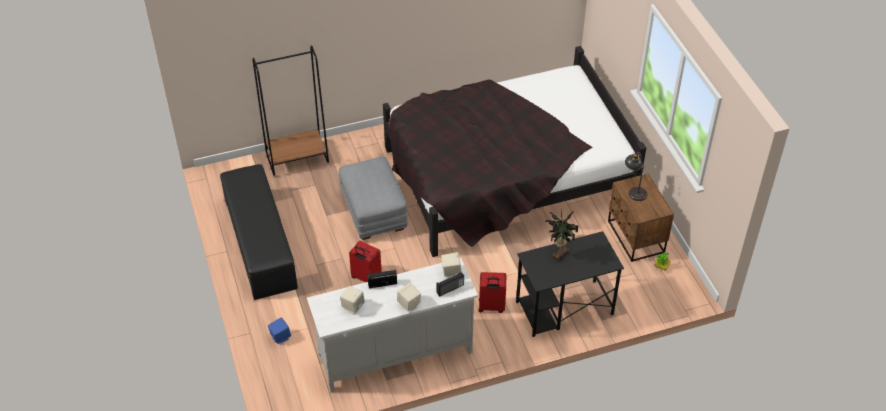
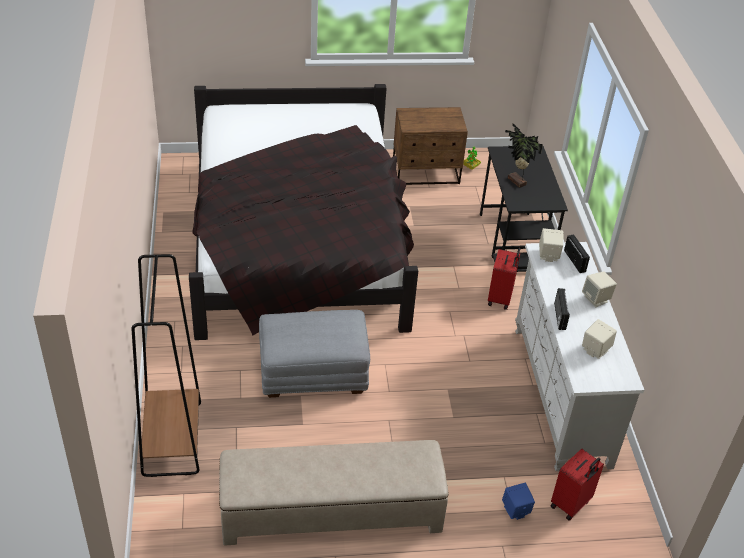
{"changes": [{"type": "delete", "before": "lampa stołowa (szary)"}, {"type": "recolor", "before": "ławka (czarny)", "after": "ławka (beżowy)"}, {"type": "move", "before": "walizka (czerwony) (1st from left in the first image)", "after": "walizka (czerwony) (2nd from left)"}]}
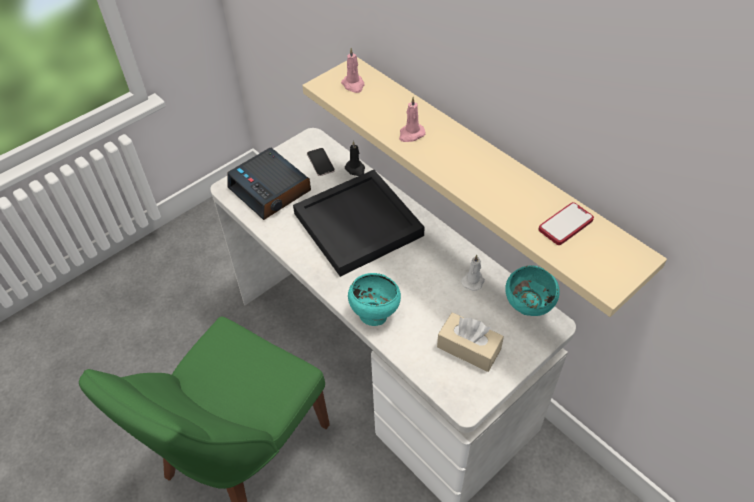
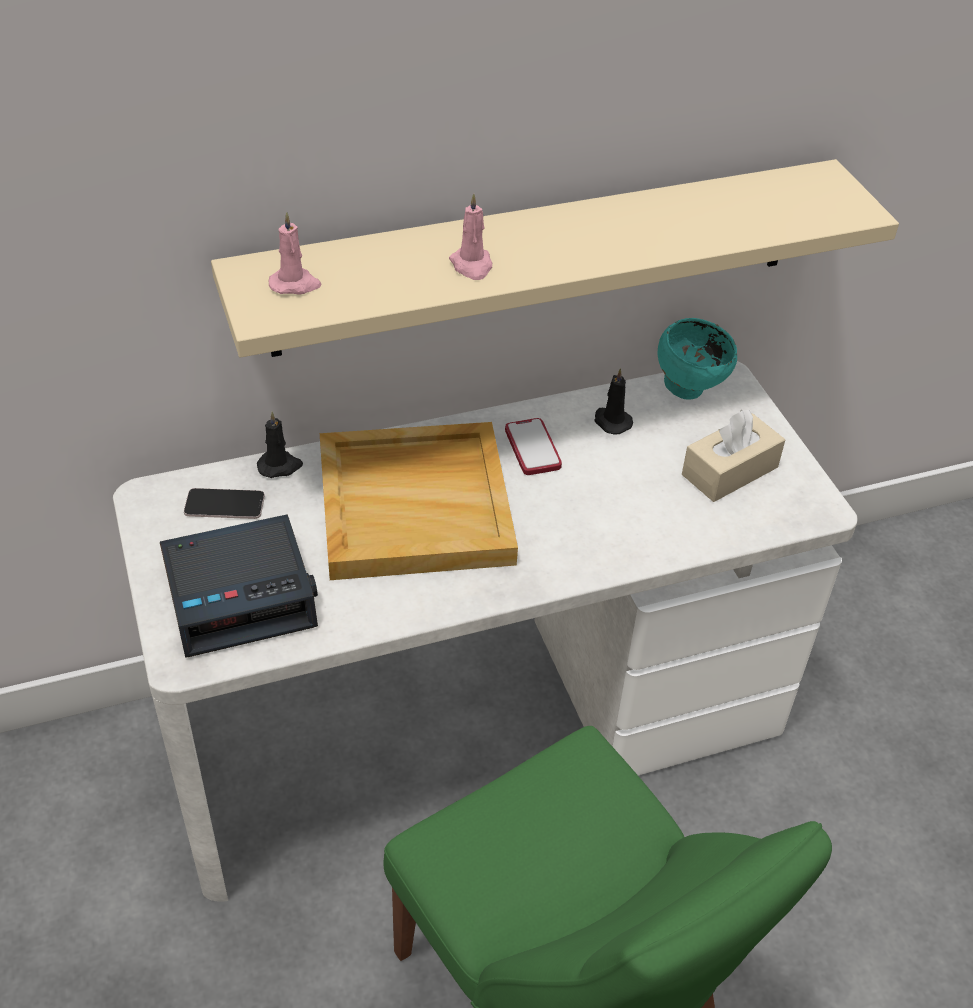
{"changes": [{"type": "recolor", "before": "taca (czarny)", "after": "taca (beżowy)"}, {"type": "move", "before": "telefon (2nd from left)"}, {"type": "recolor", "before": "świeca (biały)", "after": "świeca (czarny) (2nd from left)"}, {"type": "delete", "before": "miska (turkusowy) (1st from left)"}]}
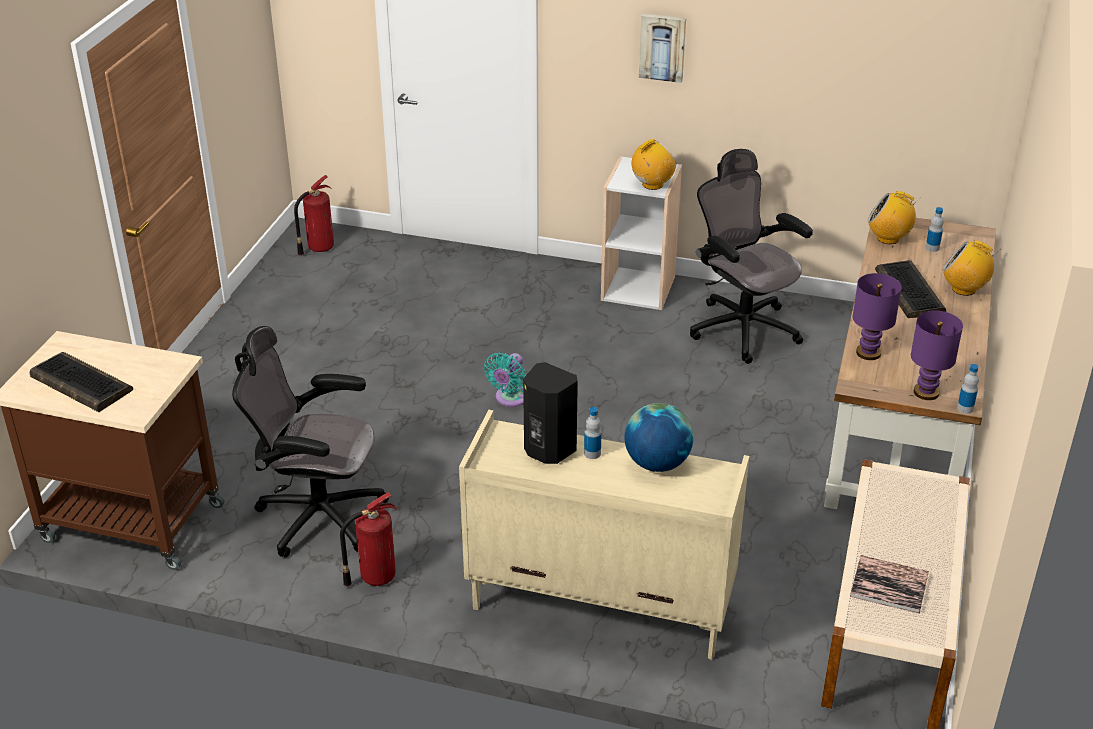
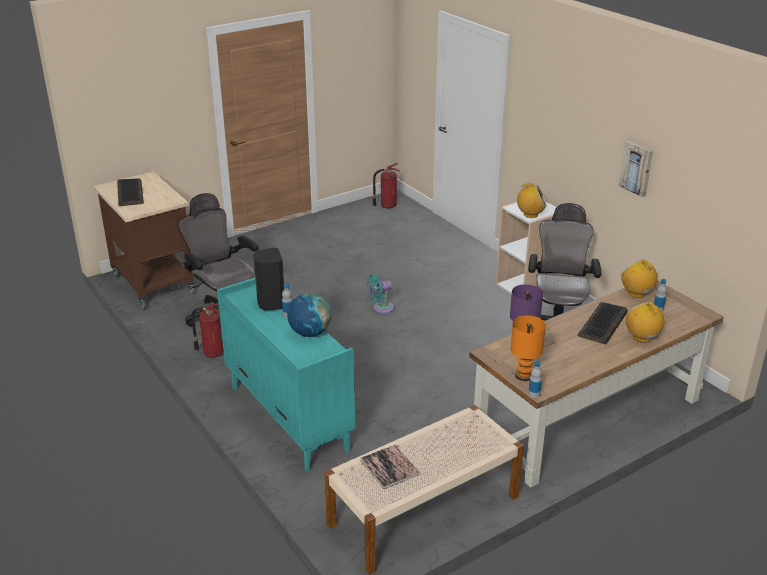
{"changes": [{"type": "move", "before": "obraz"}, {"type": "recolor", "before": "lampa stołowa (fioletowy) (2nd from left)", "after": "lampa stołowa (pomarańczowy)"}, {"type": "recolor", "before": "szafka (beżowy)", "after": "szafka (turkusowy)"}]}
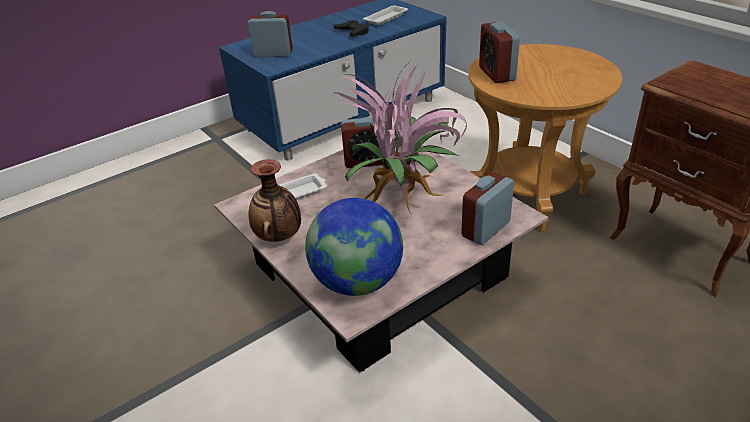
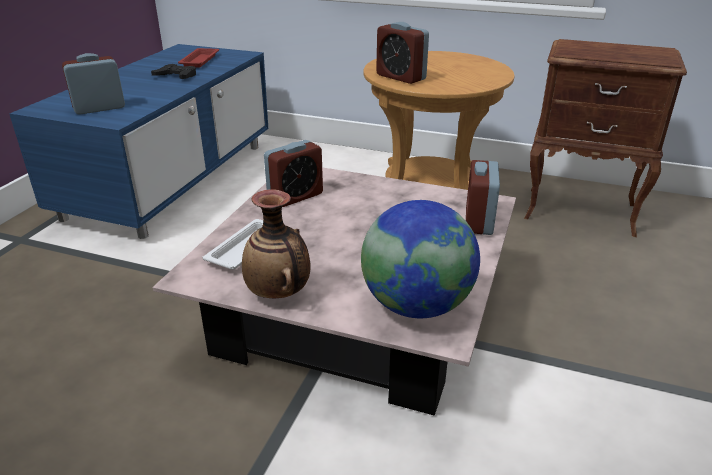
{"changes": [{"type": "recolor", "before": "taca (biały) (2nd from left)", "after": "taca (czerwony)"}, {"type": "delete", "before": "roślina doniczkowa"}]}
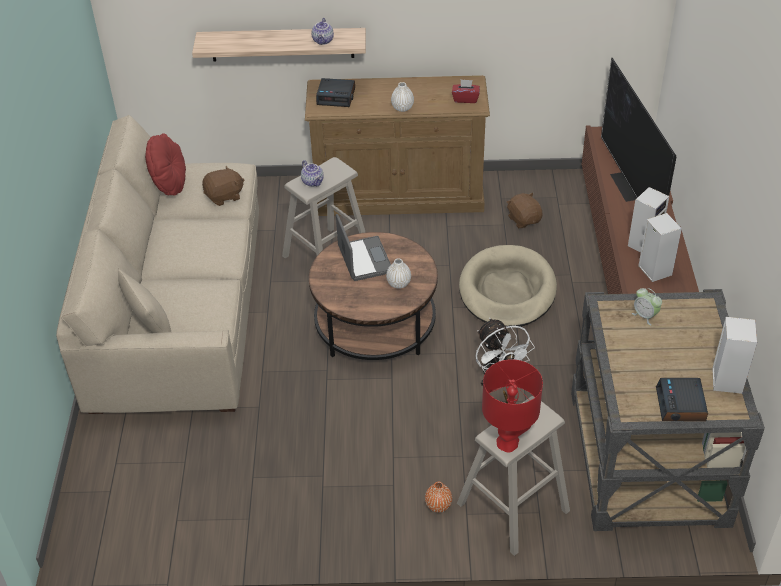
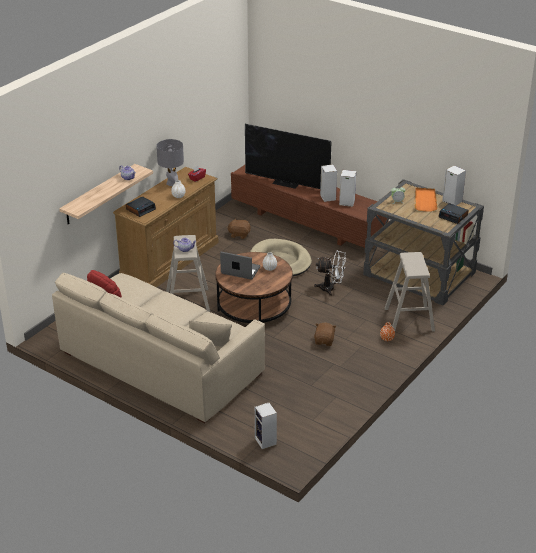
{"changes": [{"type": "move", "before": "pluszak (brązowy) (1st from left in the first image)", "after": "pluszak (brązowy) (2nd from left)"}, {"type": "delete", "before": "lampa stołowa (czerwony)"}, {"type": "insert", "after": "lampa stołowa (szary)"}, {"type": "insert", "after": "taca (pomarańczowy)"}, {"type": "insert", "after": "głośnik (1st from left)"}]}
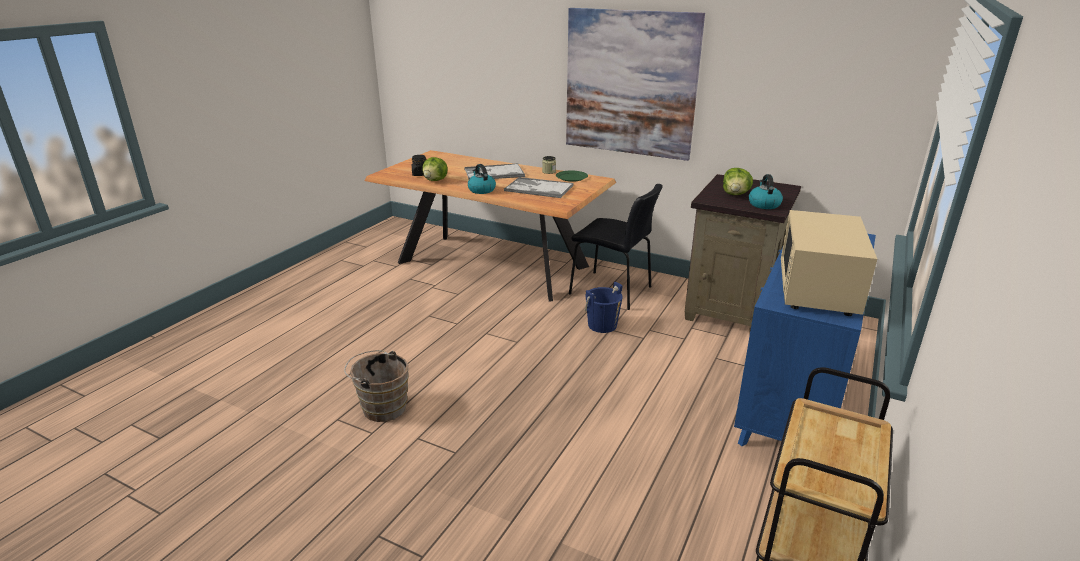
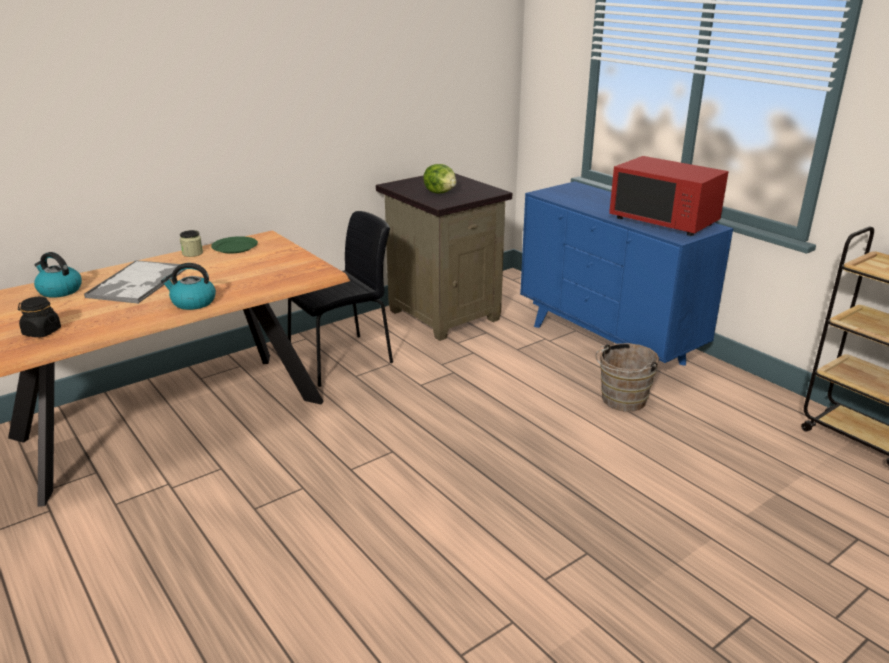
{"changes": [{"type": "delete", "before": "obraz"}, {"type": "delete", "before": "sałata (1st from left)"}, {"type": "move", "before": "czajnik (2nd from left in the first image)", "after": "czajnik (1st from left)"}, {"type": "delete", "before": "taca (2nd from left)"}, {"type": "recolor", "before": "mikrofalówka (beżowy)", "after": "mikrofalówka (czerwony)"}, {"type": "delete", "before": "wiadro (niebieski)"}, {"type": "move", "before": "wiadro (brązowy)"}]}
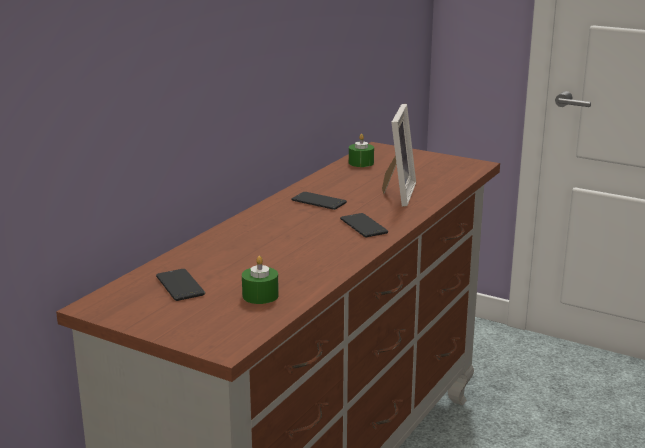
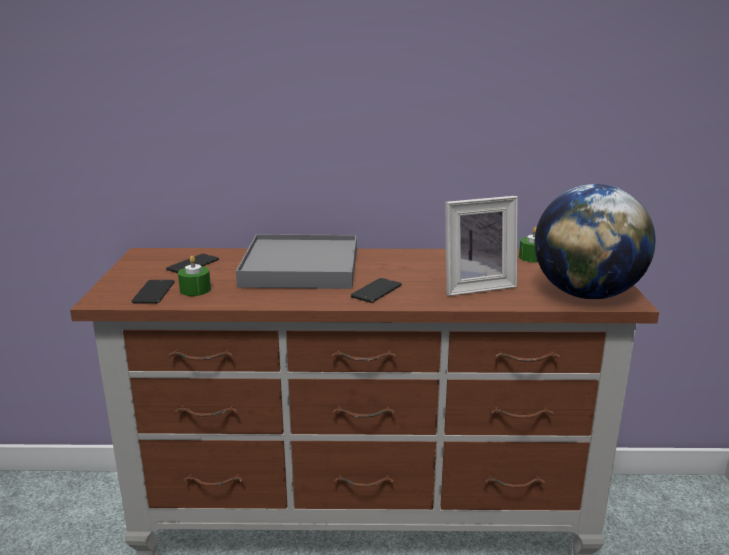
{"changes": [{"type": "move", "before": "telefon (2nd from left in the first image)", "after": "telefon (1st from left)"}, {"type": "insert", "after": "globus"}, {"type": "insert", "after": "taca (szary)"}]}
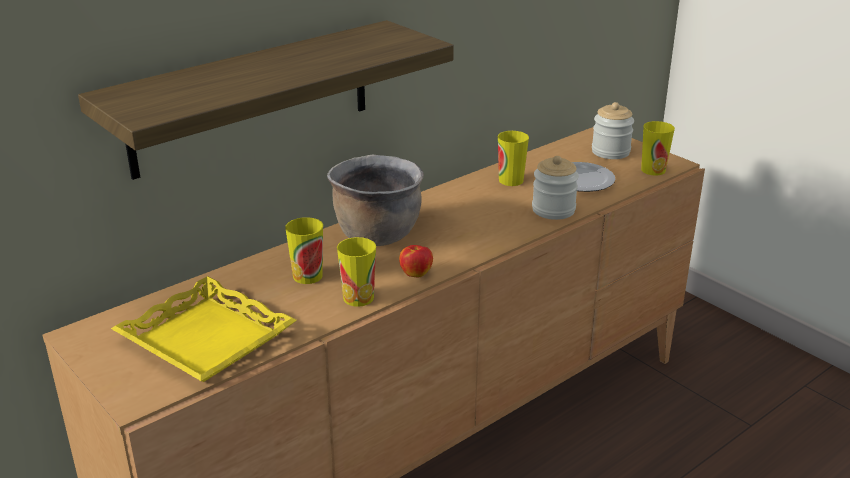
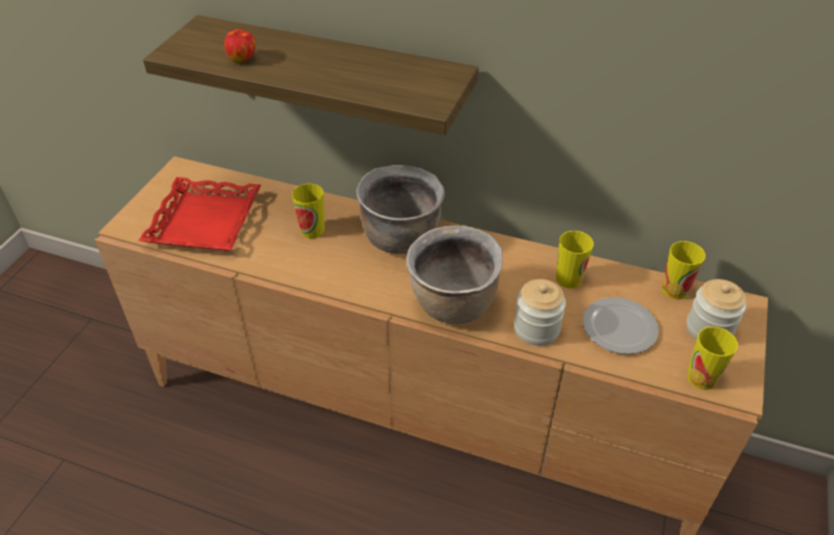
{"changes": [{"type": "move", "before": "filiżanka (2nd from left in the first image)", "after": "filiżanka (3rd from left)"}, {"type": "move", "before": "jabłko"}, {"type": "recolor", "before": "taca (żółty)", "after": "taca (czerwony)"}, {"type": "insert", "after": "garnek (brązowy) (2nd from left)"}]}
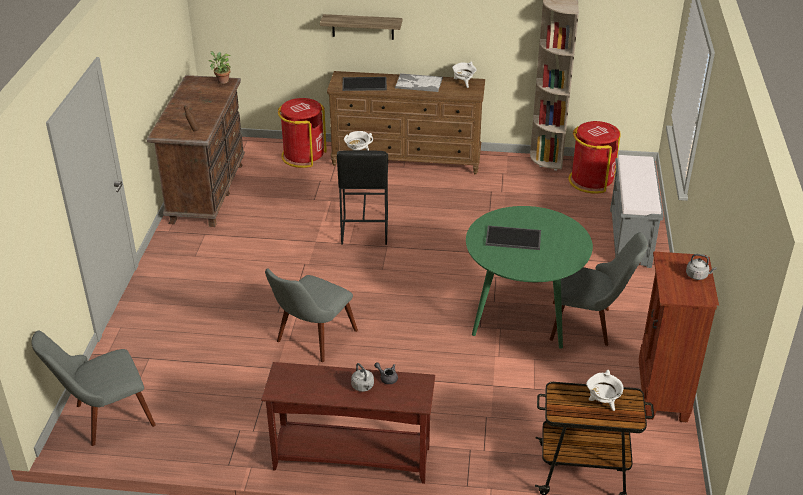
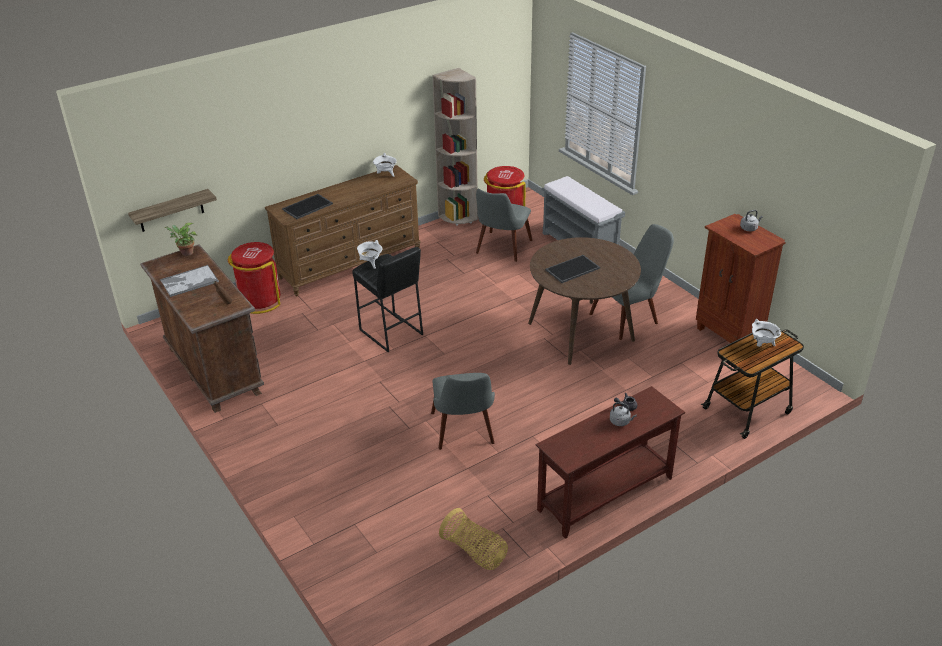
{"changes": [{"type": "move", "before": "półka"}, {"type": "move", "before": "taca (2nd from left in the first image)", "after": "taca (1st from left)"}, {"type": "recolor", "before": "stół jadalny (zielony)", "after": "stół jadalny (brązowy)"}, {"type": "move", "before": "krzesło (szary) (1st from left in the first image)", "after": "krzesło (szary) (2nd from left)"}, {"type": "insert", "after": "koszyk"}]}
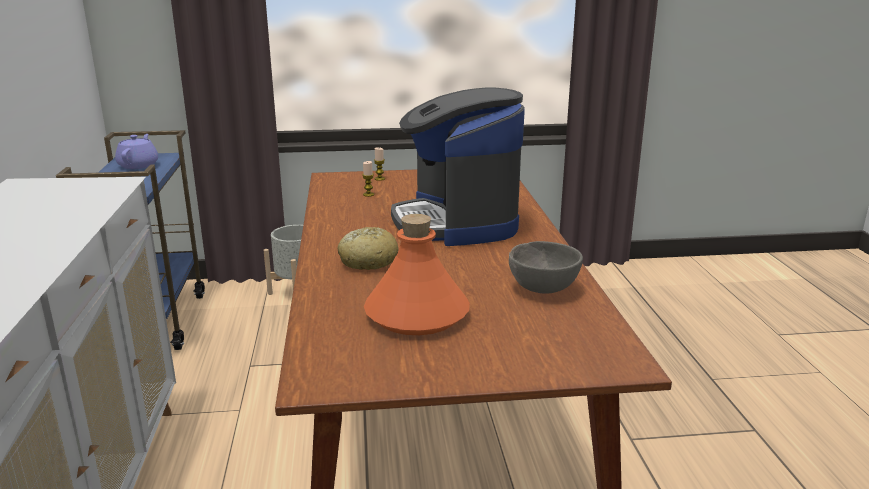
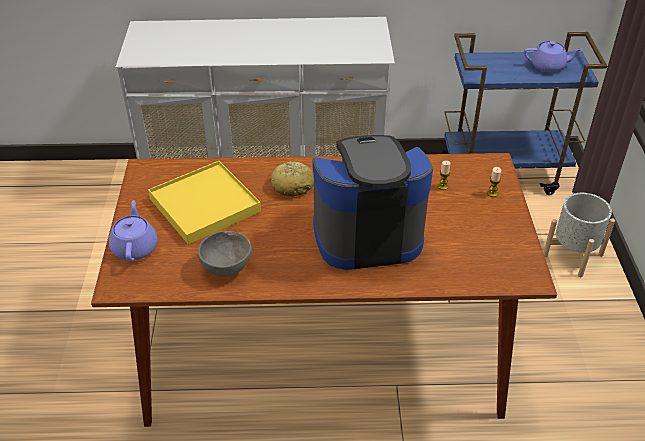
{"changes": [{"type": "replace", "before": "butelka (pomarańczowy)", "after": "taca (żółty)"}, {"type": "insert", "after": "imbryk (fioletowy) (1st from left)"}]}
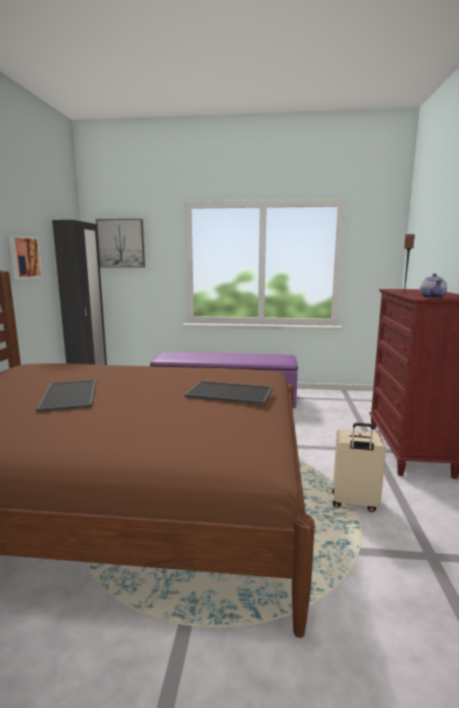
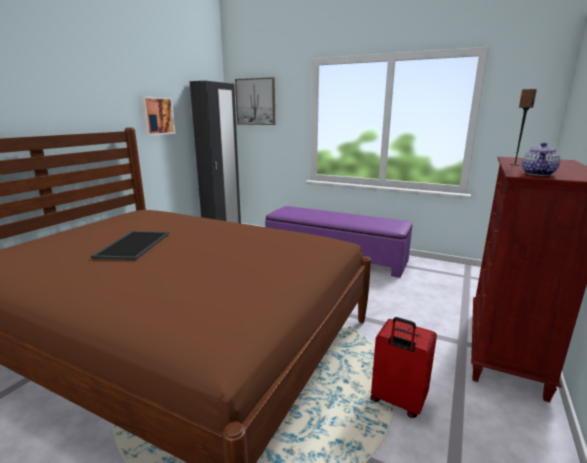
{"changes": [{"type": "delete", "before": "taca (2nd from left)"}, {"type": "recolor", "before": "walizka (beżowy)", "after": "walizka (czerwony)"}]}
